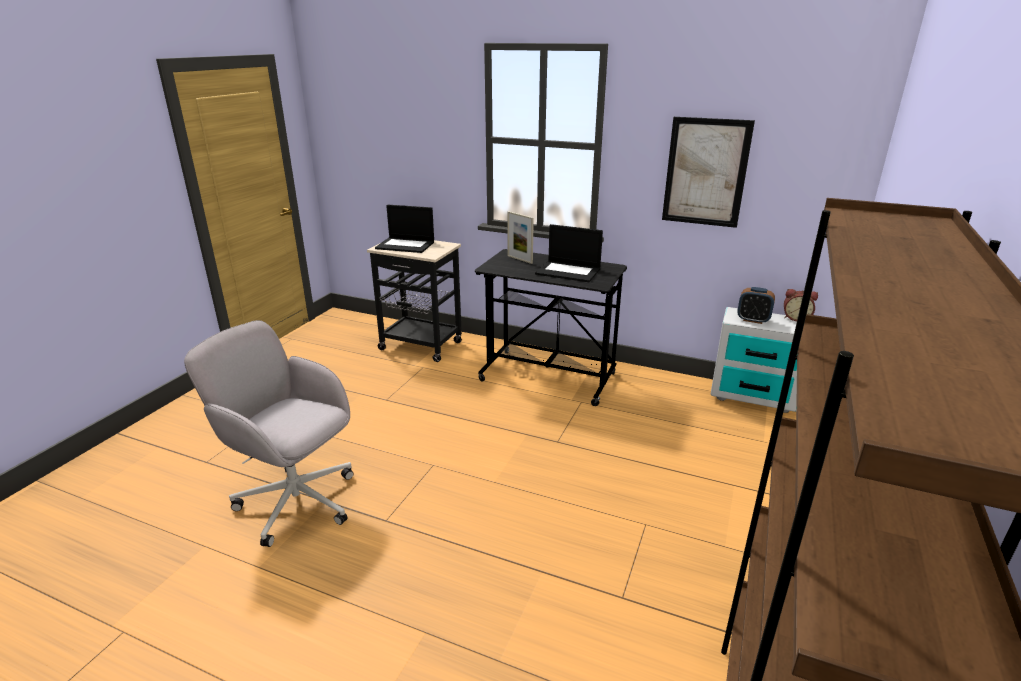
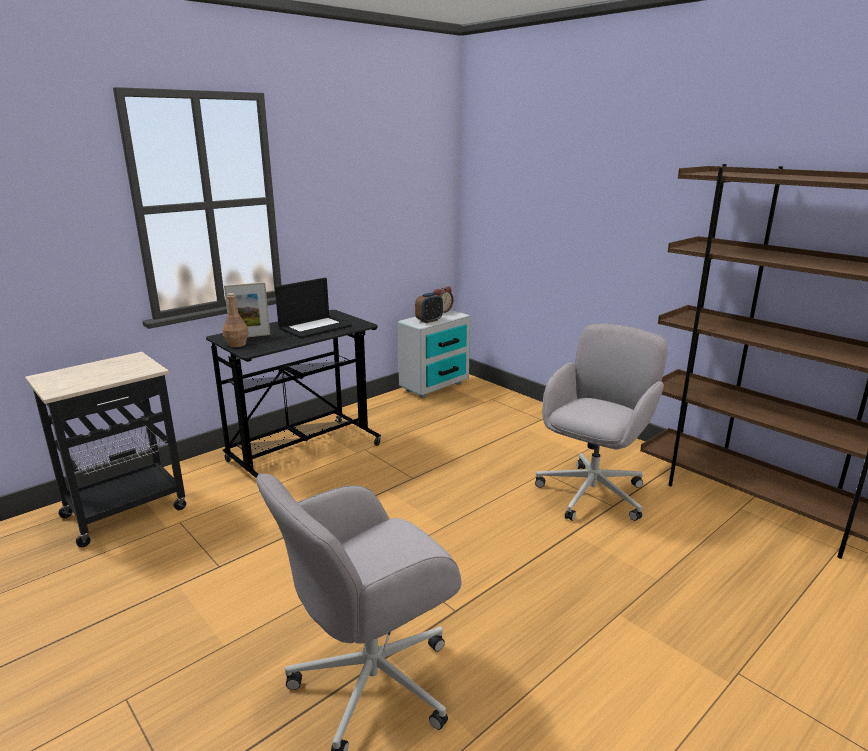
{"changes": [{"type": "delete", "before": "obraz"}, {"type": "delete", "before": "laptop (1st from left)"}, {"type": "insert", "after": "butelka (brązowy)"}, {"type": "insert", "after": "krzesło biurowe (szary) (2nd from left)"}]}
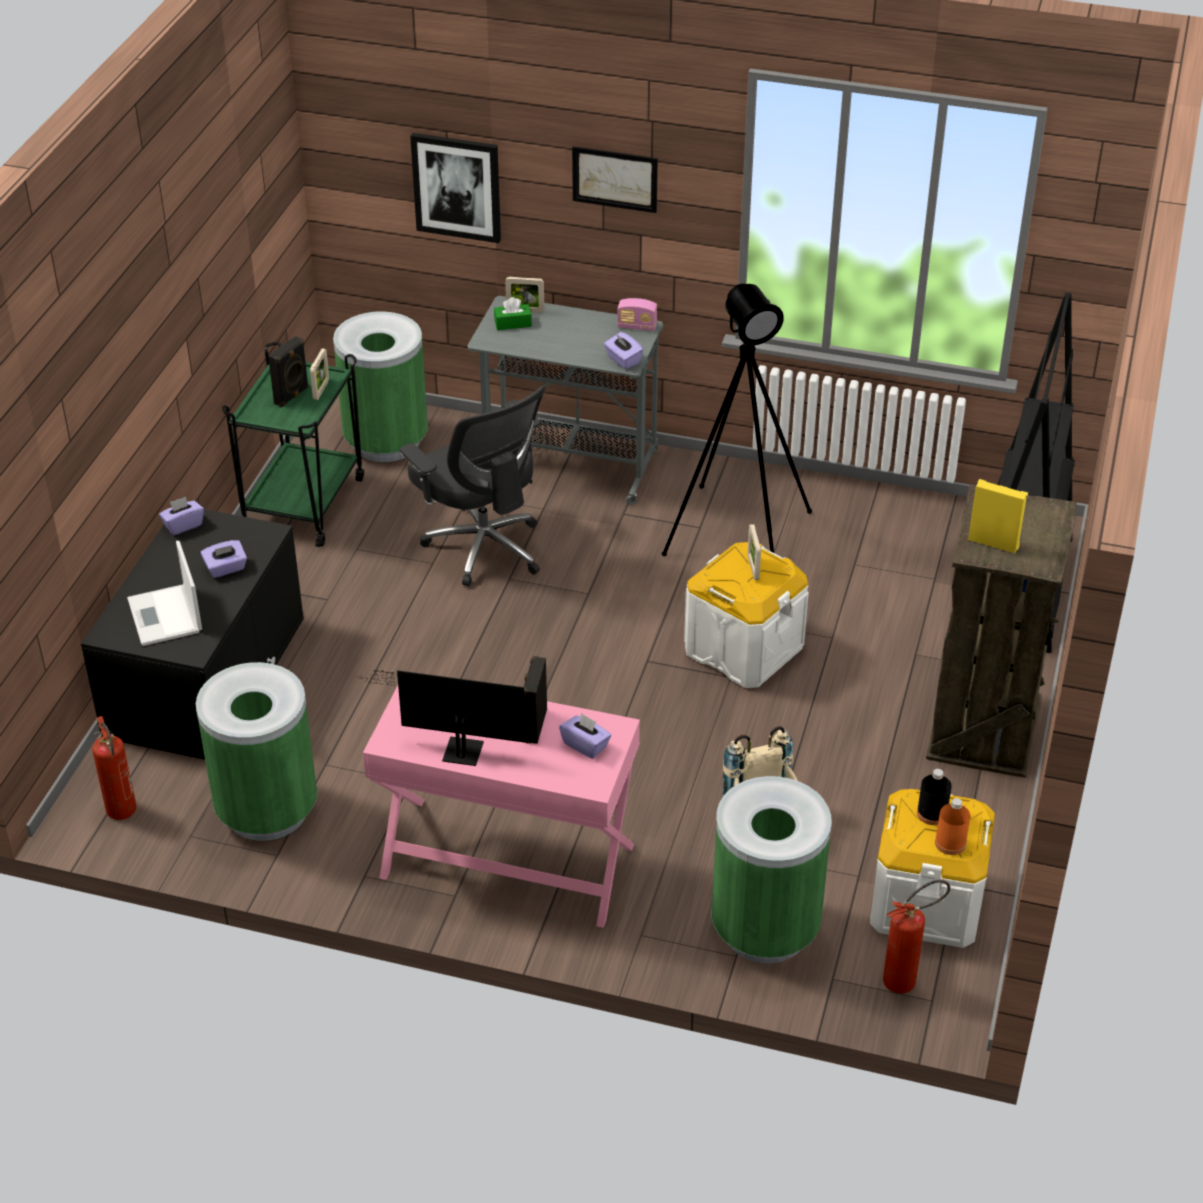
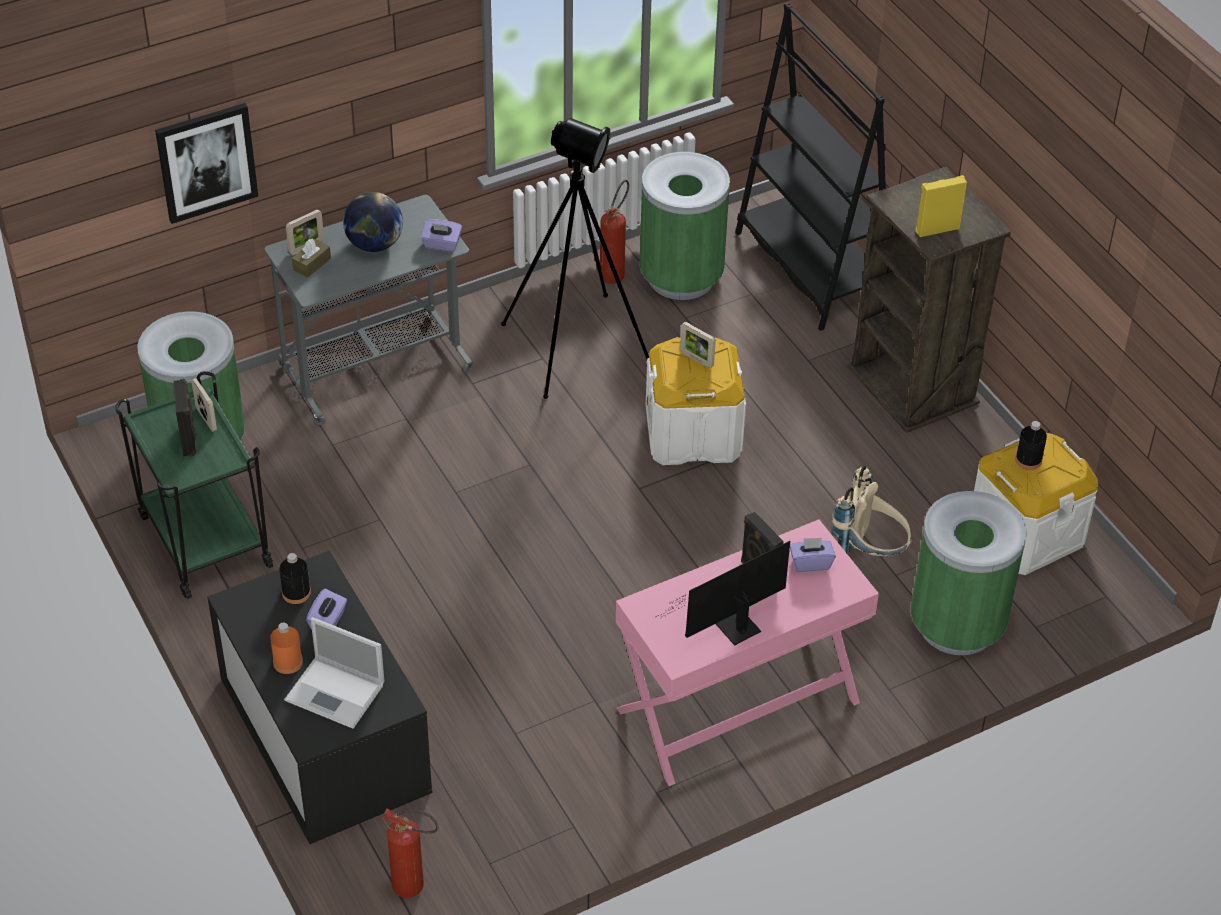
{"changes": [{"type": "delete", "before": "obraz (2nd from left)"}, {"type": "recolor", "before": "pudełko chusteczek (zielony)", "after": "pudełko chusteczek (brązowy)"}, {"type": "delete", "before": "radio"}, {"type": "delete", "before": "krzesło biurowe"}, {"type": "delete", "before": "pudełko chusteczek (fioletowy) (1st from left)"}, {"type": "move", "before": "kosz na śmieci (zielony) (1st from left in the first image)", "after": "kosz na śmieci (zielony) (2nd from left)"}, {"type": "move", "before": "butelka (pomarańczowy)"}, {"type": "move", "before": "gaśnica (2nd from left)"}, {"type": "insert", "after": "globus"}, {"type": "insert", "after": "butelka (czarny) (1st from left)"}]}
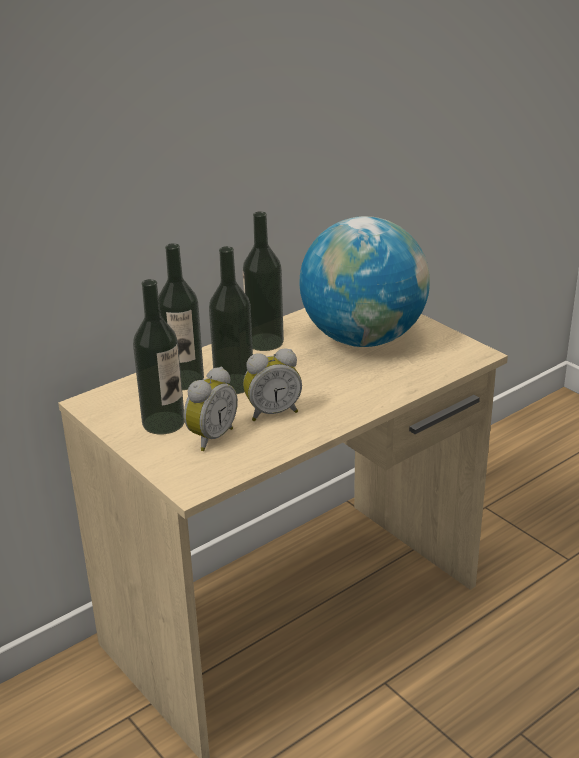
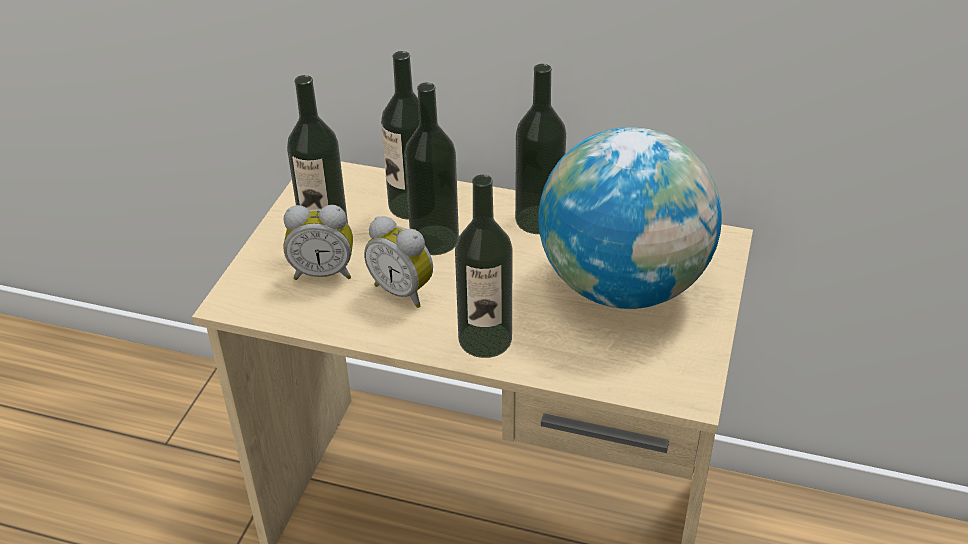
{"changes": [{"type": "insert", "after": "butelka (4th from left)"}]}
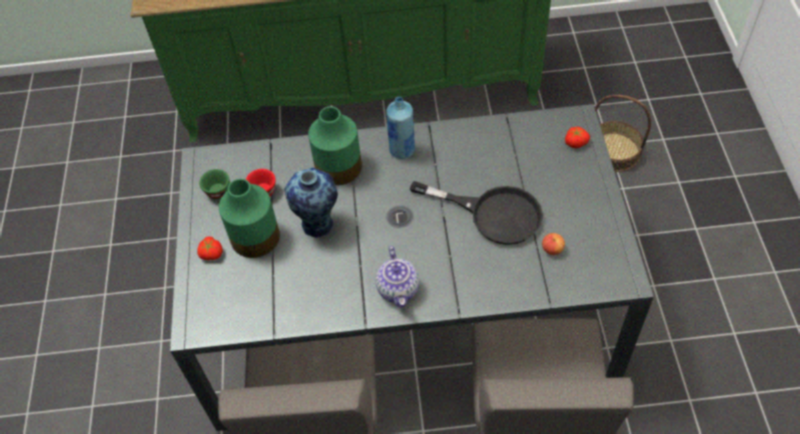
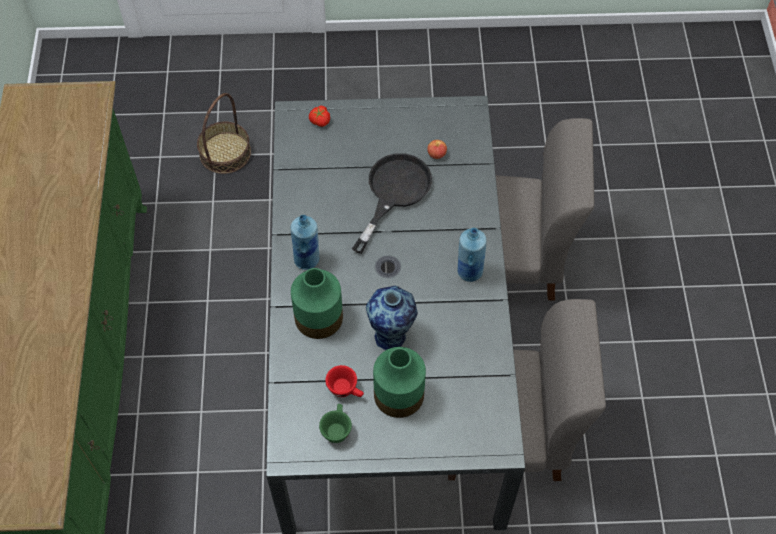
{"changes": [{"type": "delete", "before": "pomidor (1st from left)"}, {"type": "replace", "before": "imbryk", "after": "butelka (niebieski) (2nd from left)"}]}
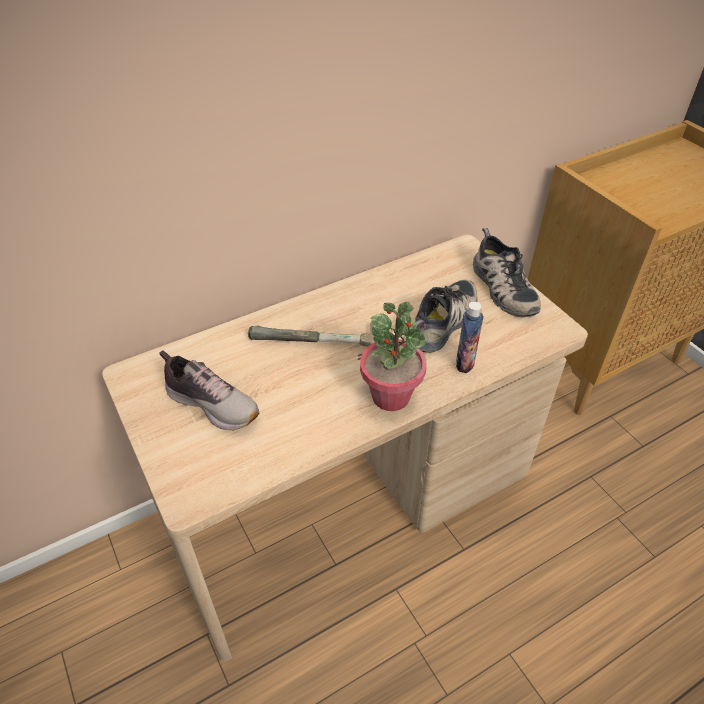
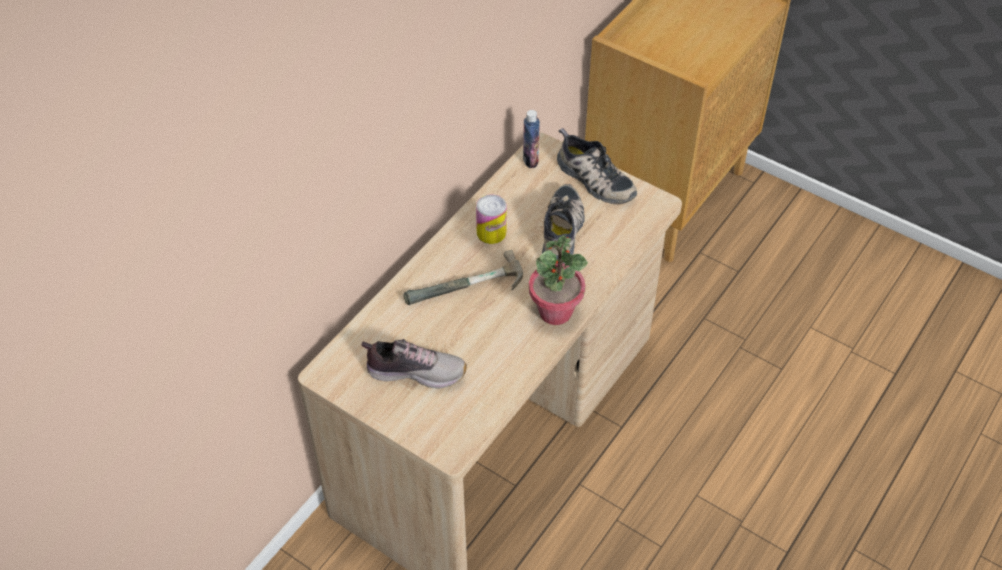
{"changes": [{"type": "move", "before": "butelka"}, {"type": "insert", "after": "puszka"}]}
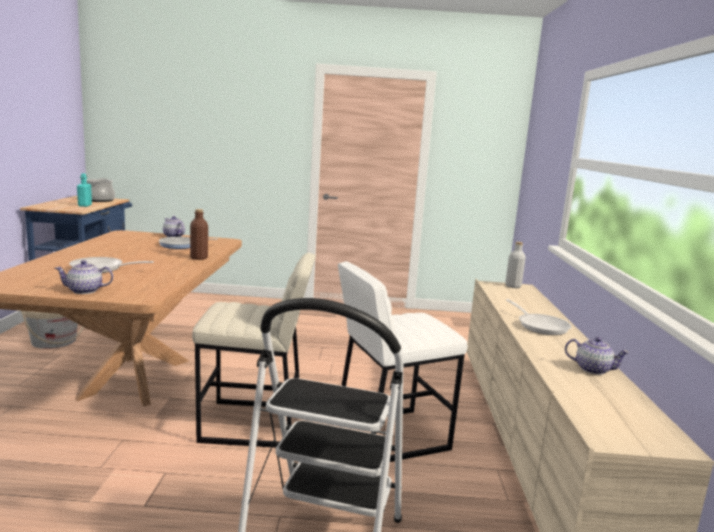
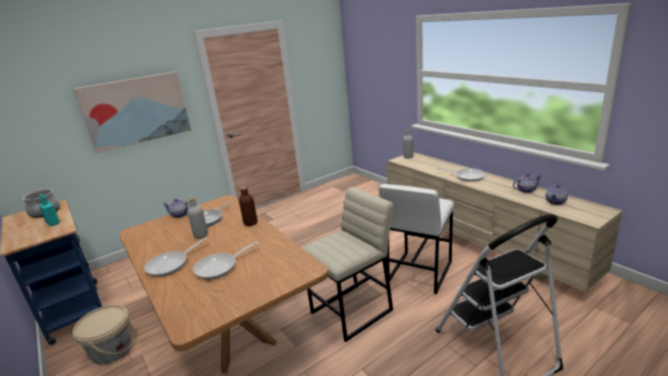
{"changes": [{"type": "move", "before": "imbryk (1st from left in the first image)", "after": "imbryk (3rd from left)"}, {"type": "insert", "after": "obraz"}, {"type": "insert", "after": "butelka (szary) (1st from left)"}, {"type": "insert", "after": "patelnia (1st from left)"}]}
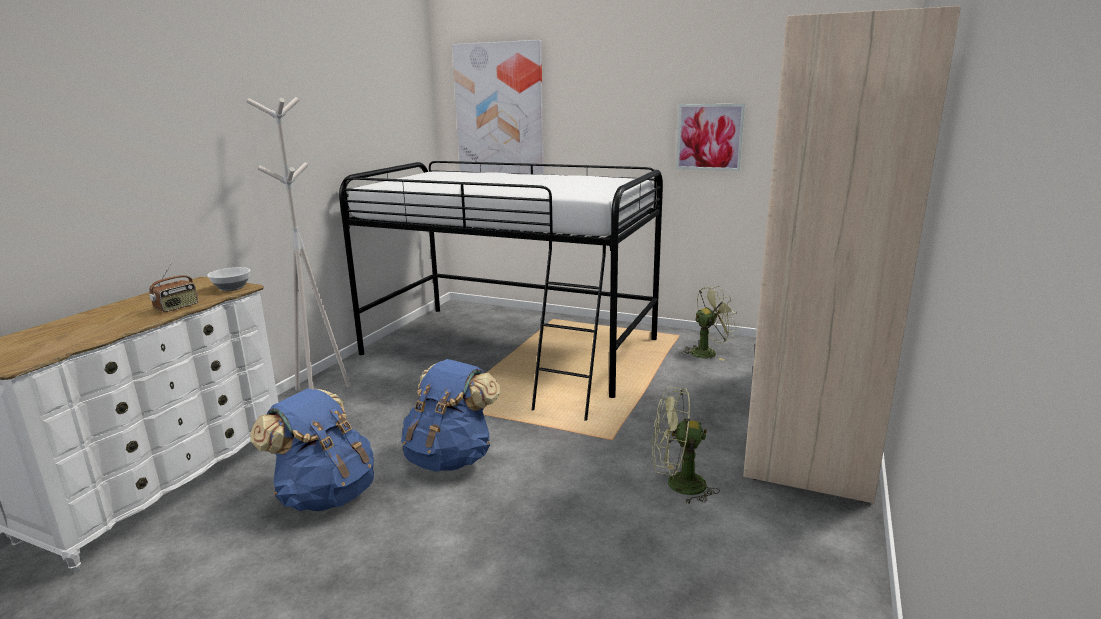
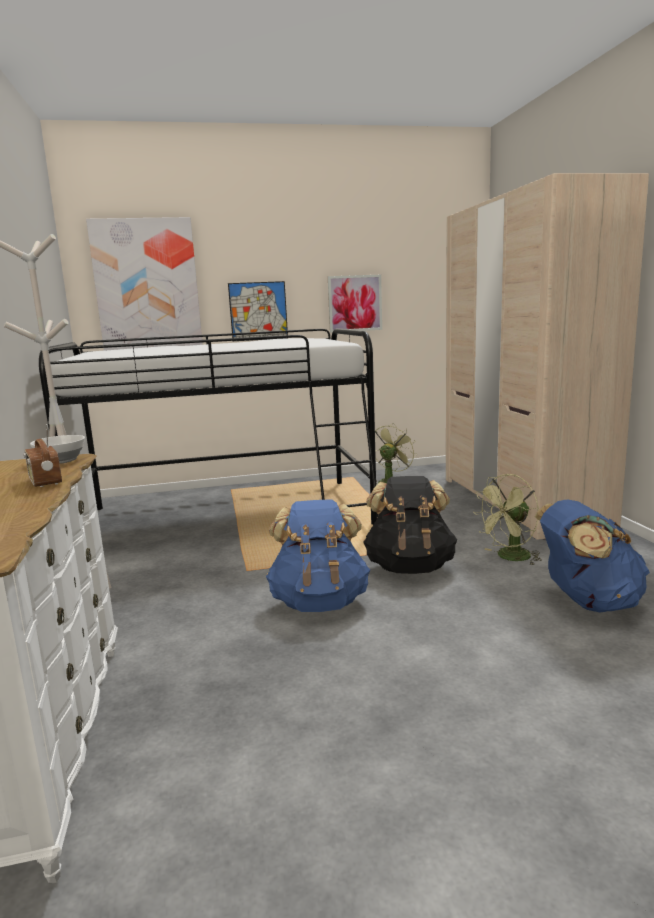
{"changes": [{"type": "rotate", "before": "radio", "turn": 150}, {"type": "move", "before": "plecak (niebieski) (1st from left in the first image)", "after": "plecak (niebieski) (2nd from left)"}, {"type": "insert", "after": "obraz (2nd from left)"}, {"type": "insert", "after": "plecak (czarny)"}]}
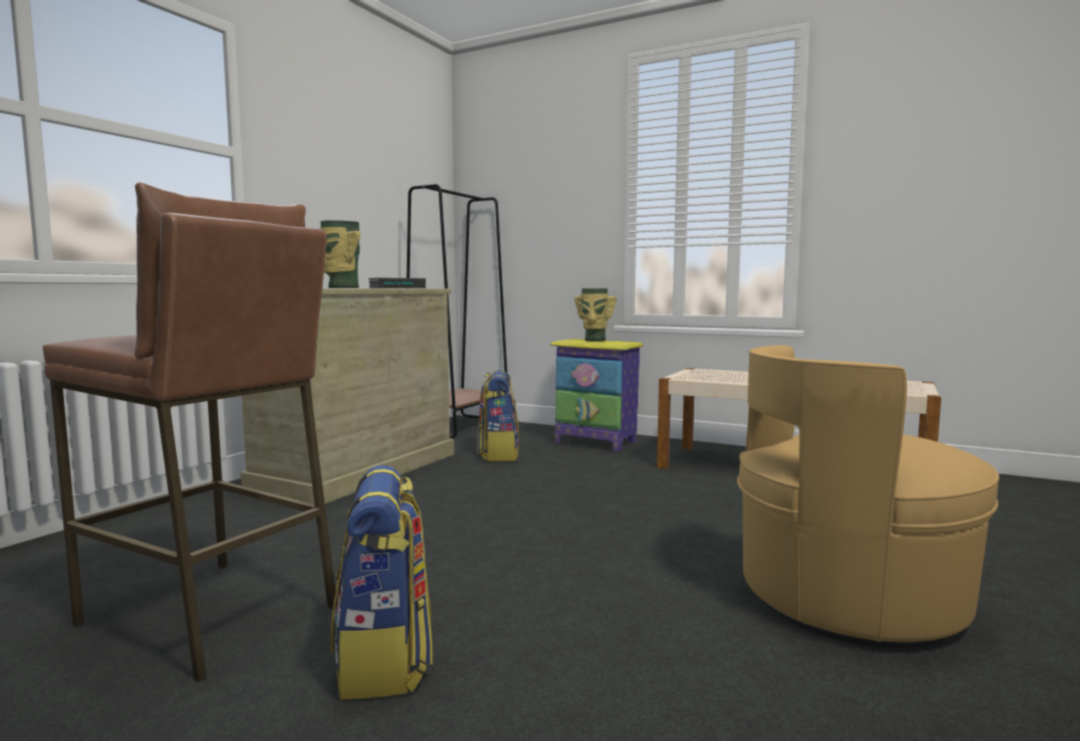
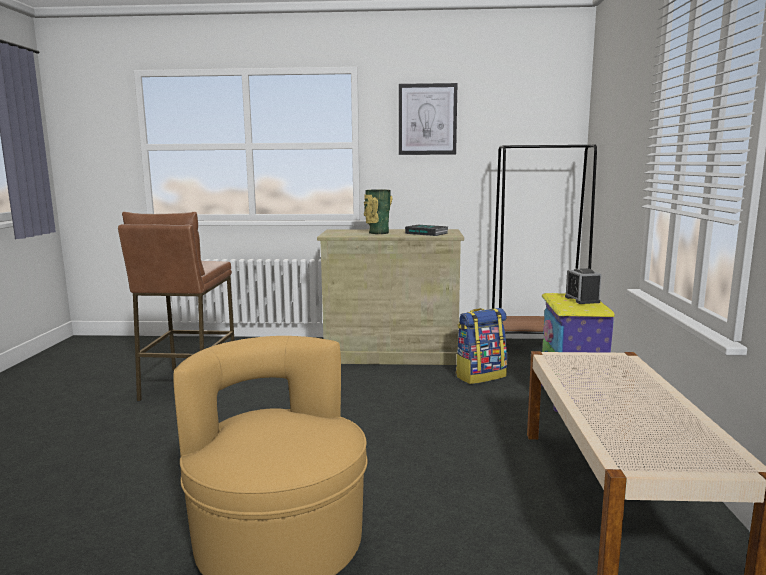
{"changes": [{"type": "replace", "before": "wazon (2nd from left)", "after": "budzik"}, {"type": "delete", "before": "plecak (1st from left)"}, {"type": "insert", "after": "obraz"}]}
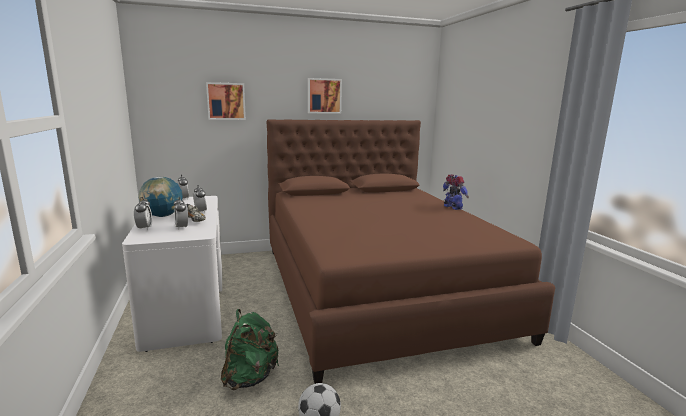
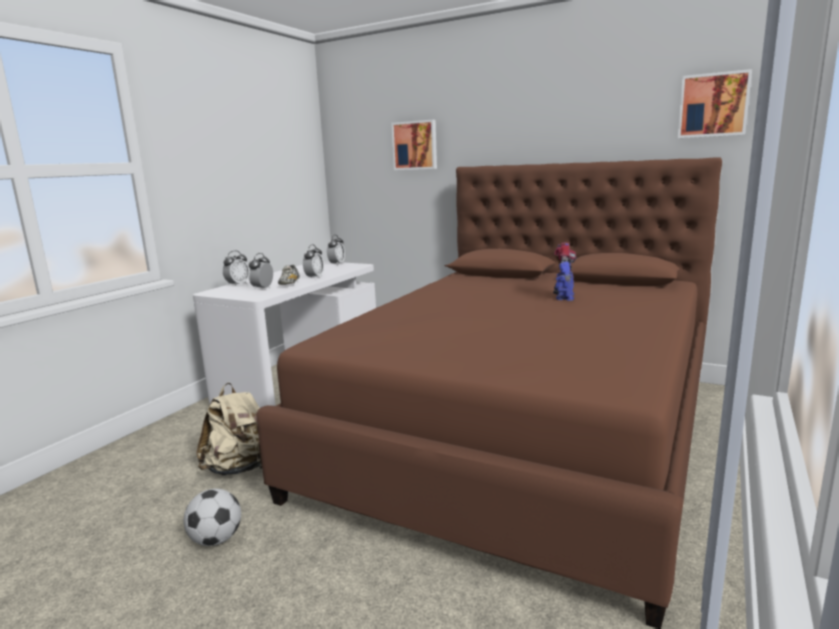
{"changes": [{"type": "move", "before": "obraz (2nd from left)"}, {"type": "move", "before": "robot zabawkowy"}, {"type": "delete", "before": "globus"}, {"type": "recolor", "before": "plecak (zielony)", "after": "plecak (beżowy)"}]}
